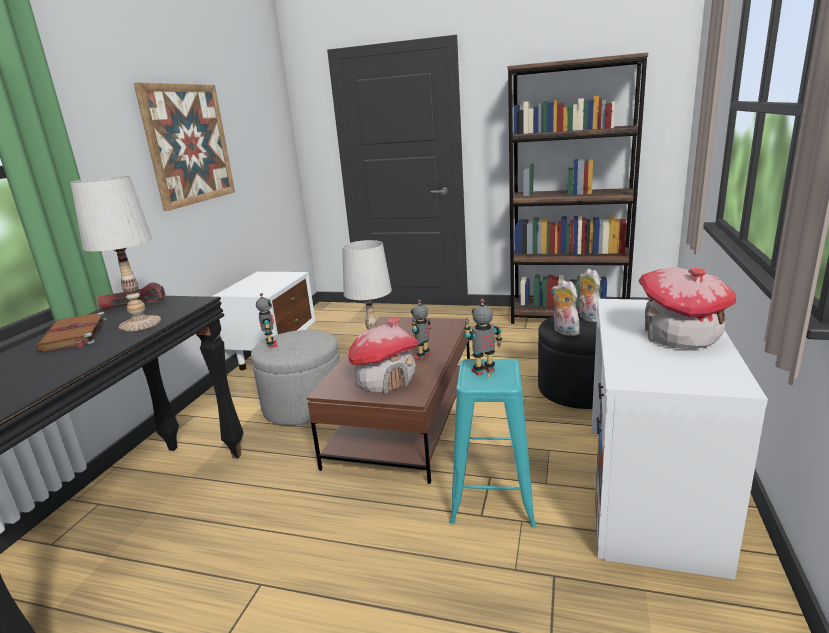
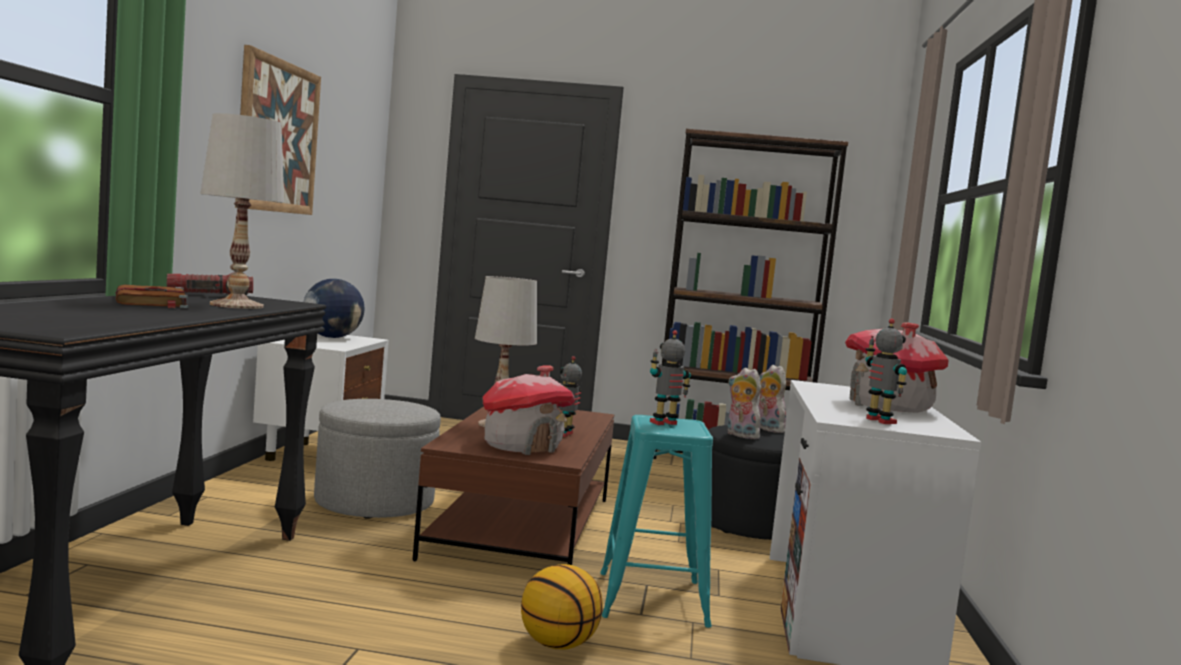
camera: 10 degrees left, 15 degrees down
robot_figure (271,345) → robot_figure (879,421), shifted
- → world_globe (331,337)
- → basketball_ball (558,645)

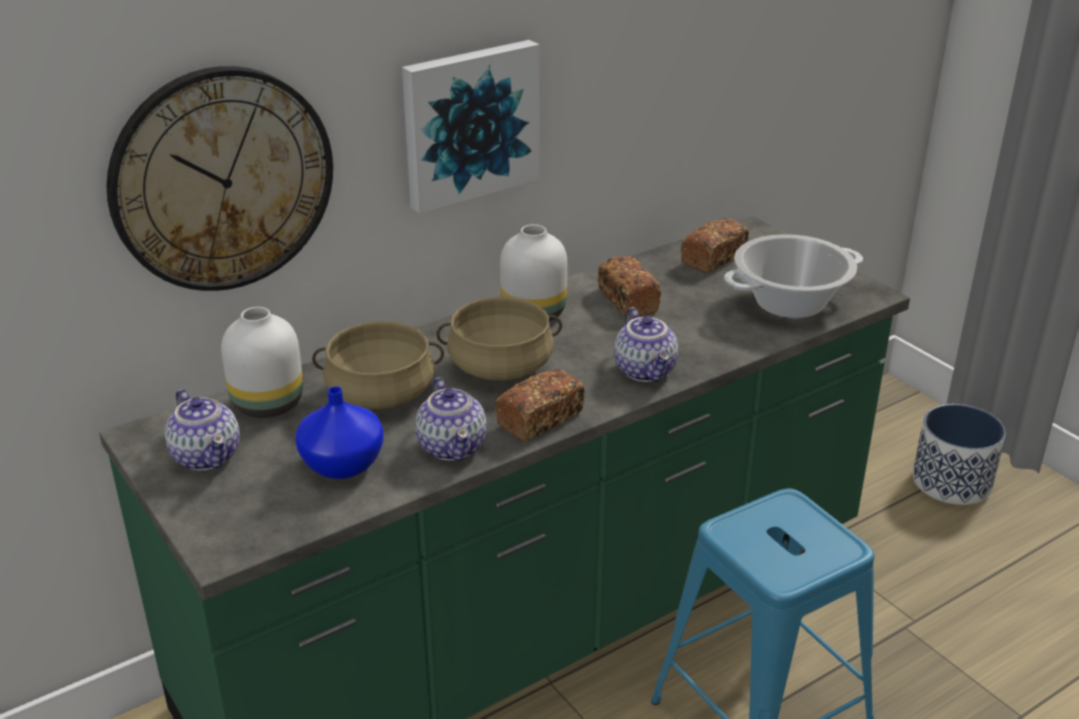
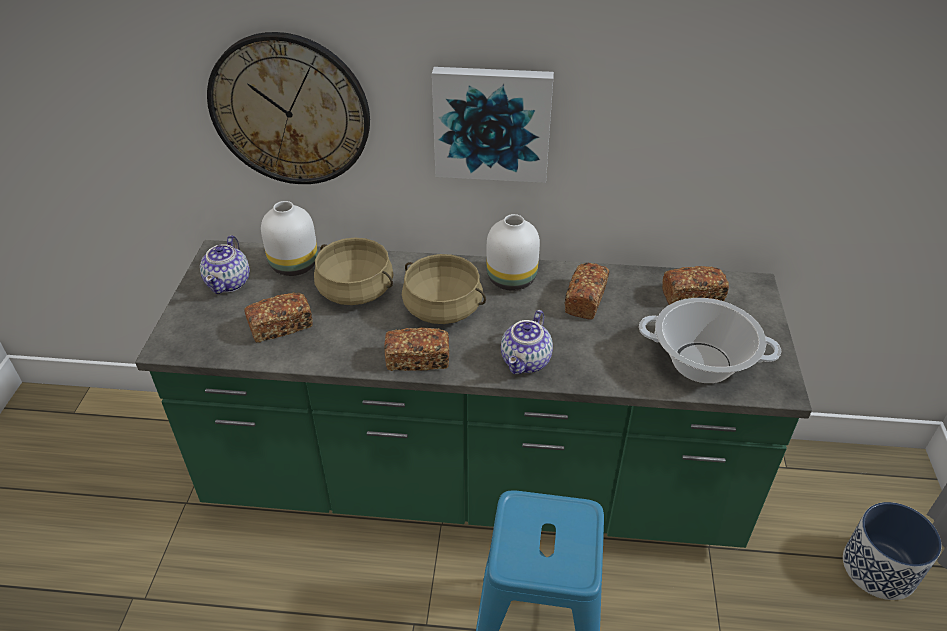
camera: 40 degrees right, 10 degrees up
blue_flower_vase (342,464) → baked_bread (281,326)
teapot (452,446) → -

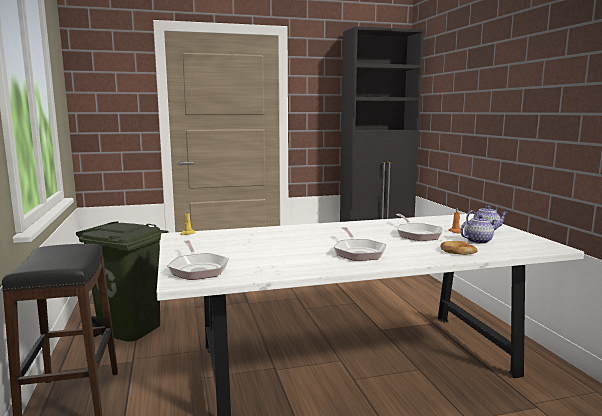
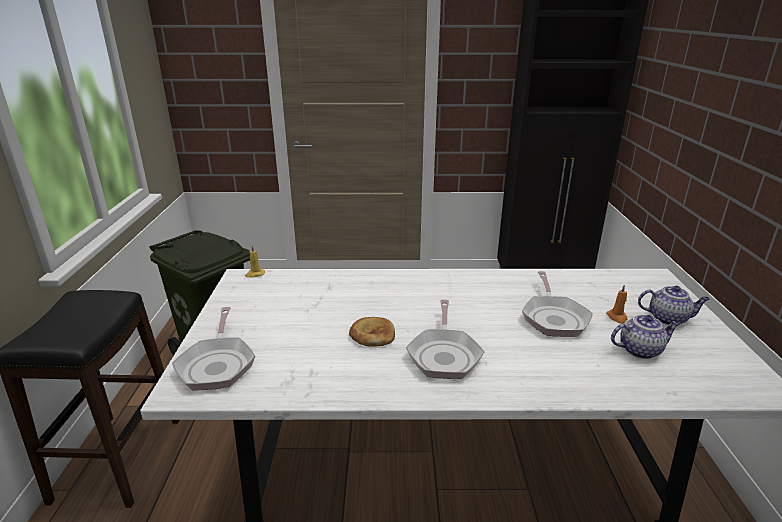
camera: 15 degrees right, 15 degrees up
baked_bread (457,251) → baked_bread (372,335), shifted

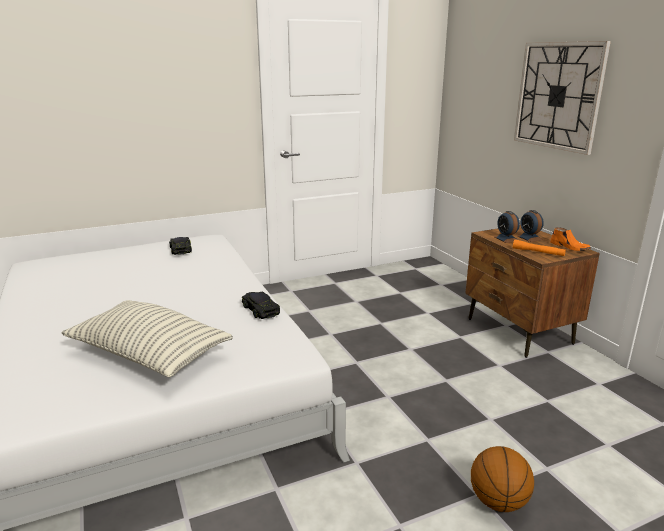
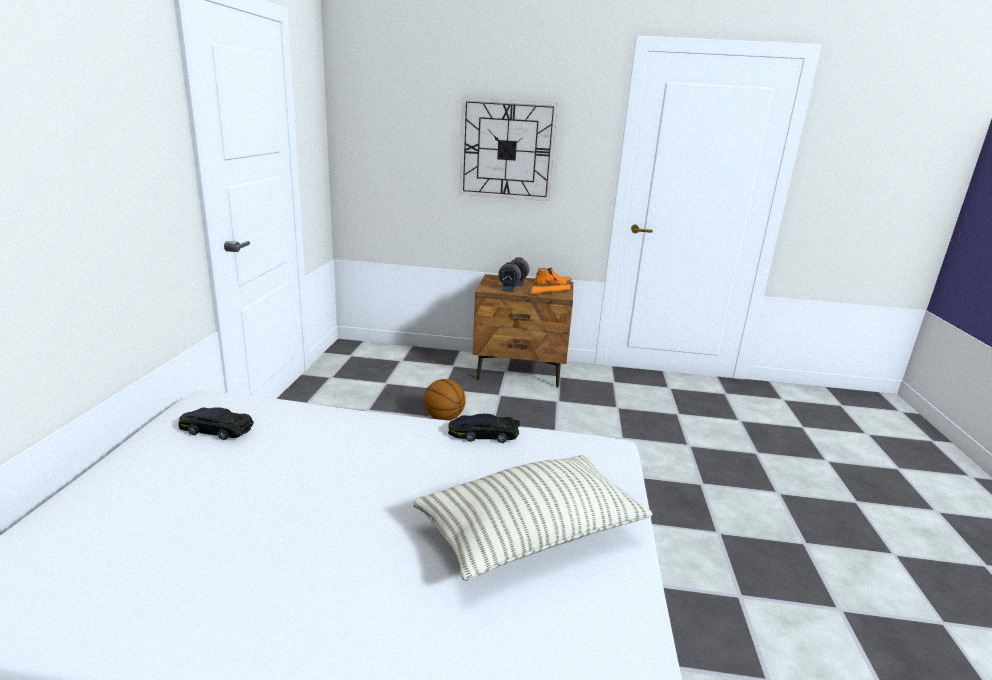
camera: 60 degrees left, 0 degrees up
basketball_ball (498,501) → basketball_ball (444,418), shifted

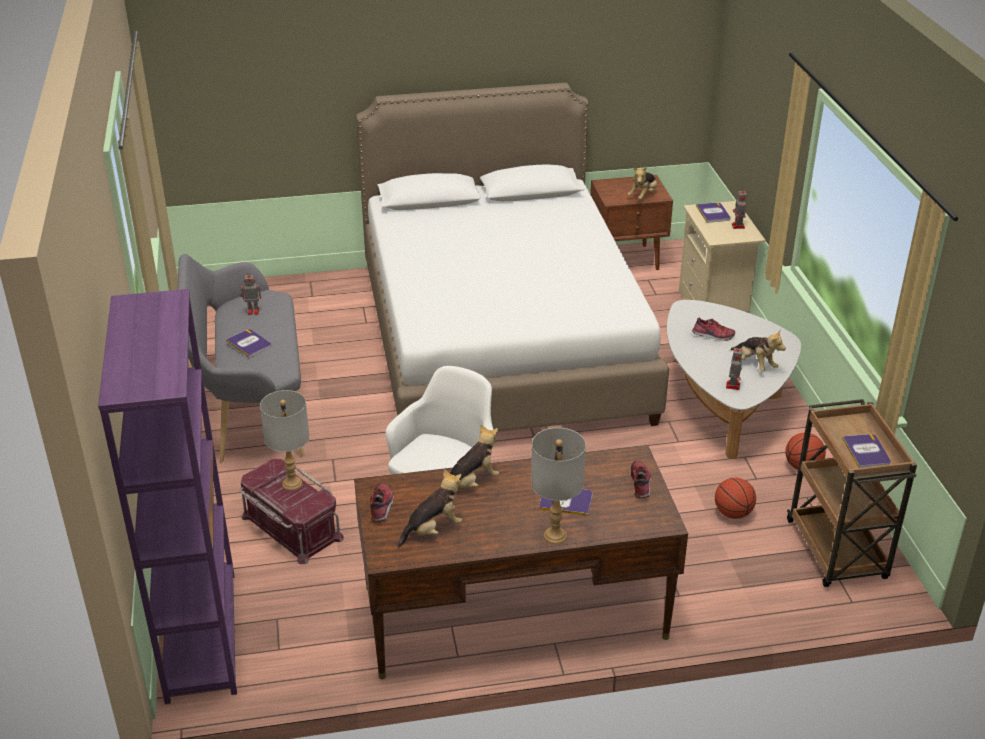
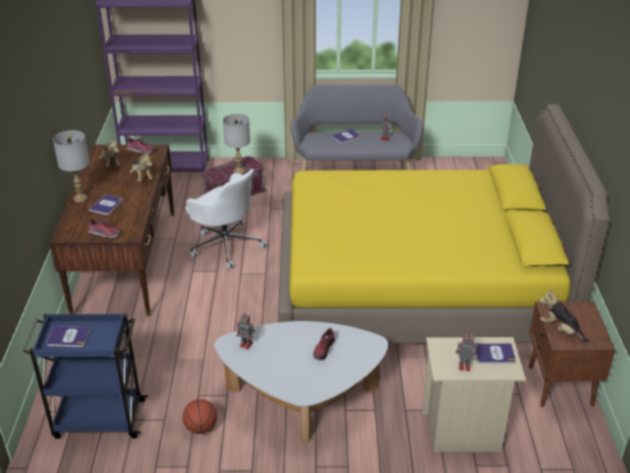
camera: 100 degrees right, 0 degrees up
white-coloured_bedroom_bed (501,341) → yellow-coloured_bedroom_bed (417,288)
basketball_ball (733,513) → -
plush_toy (755,364) → -
brown-coloured_cart (837,551) → blue_cart (98,419)

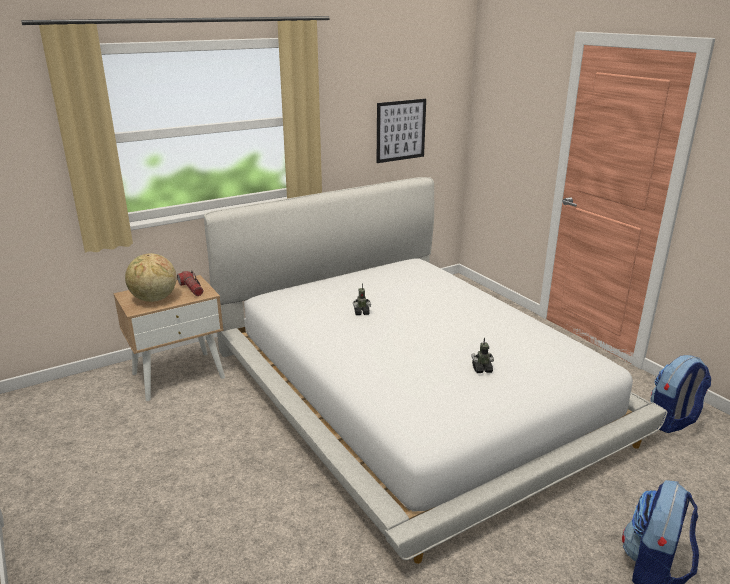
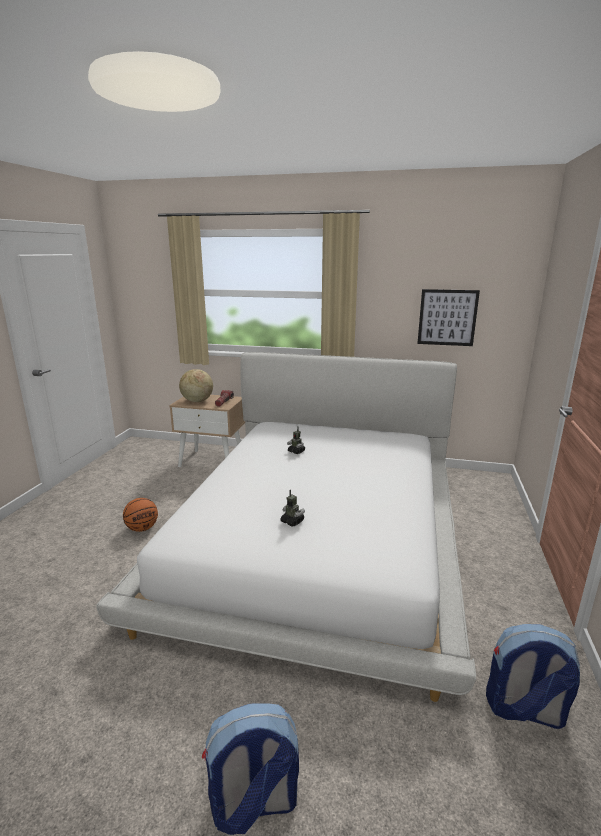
camera: 45 degrees right, 5 degrees down
- → basketball_ball (142,528)

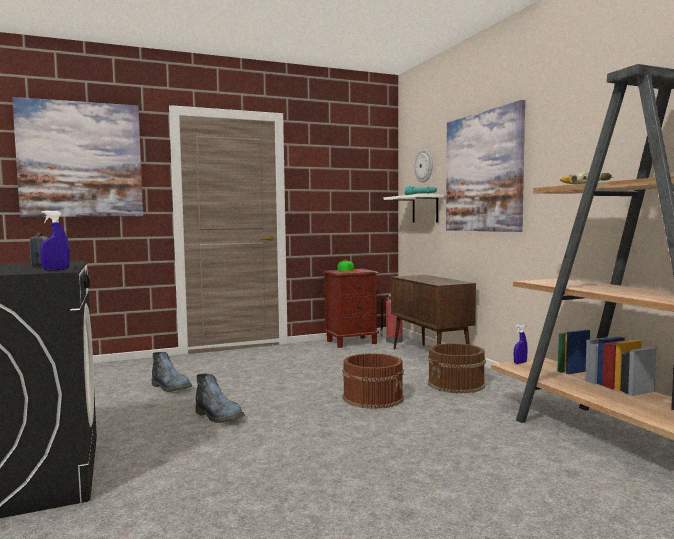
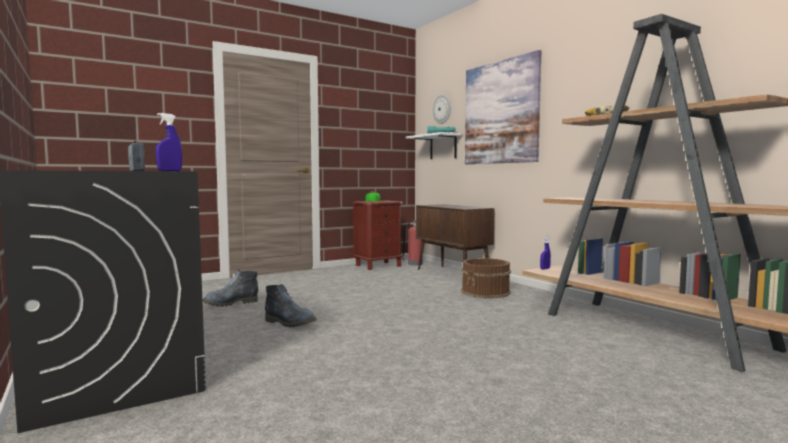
camera: 10 degrees left, 0 degrees up
wall_picture (81,160) → -
high-top_boot (171,387) → high-top_boot (230,303), 120 degrees clockwise
brown-coloured_pail (373,398) → -

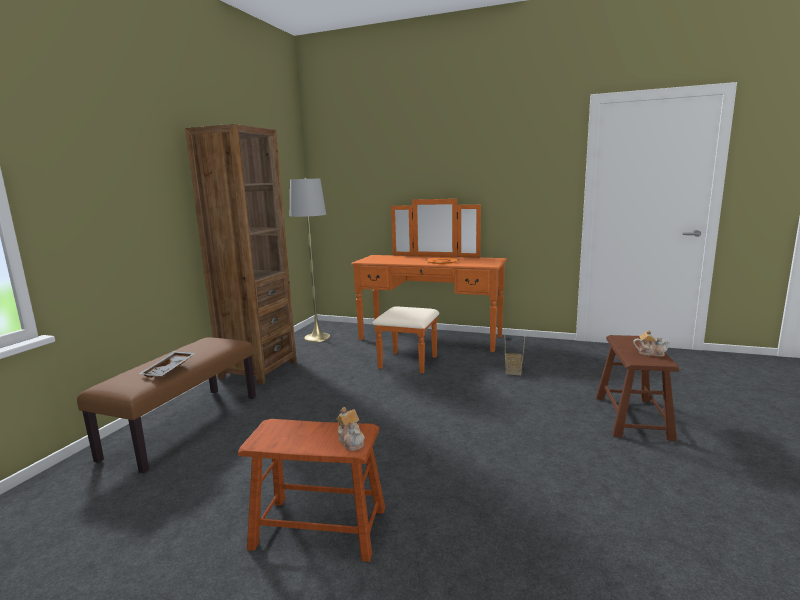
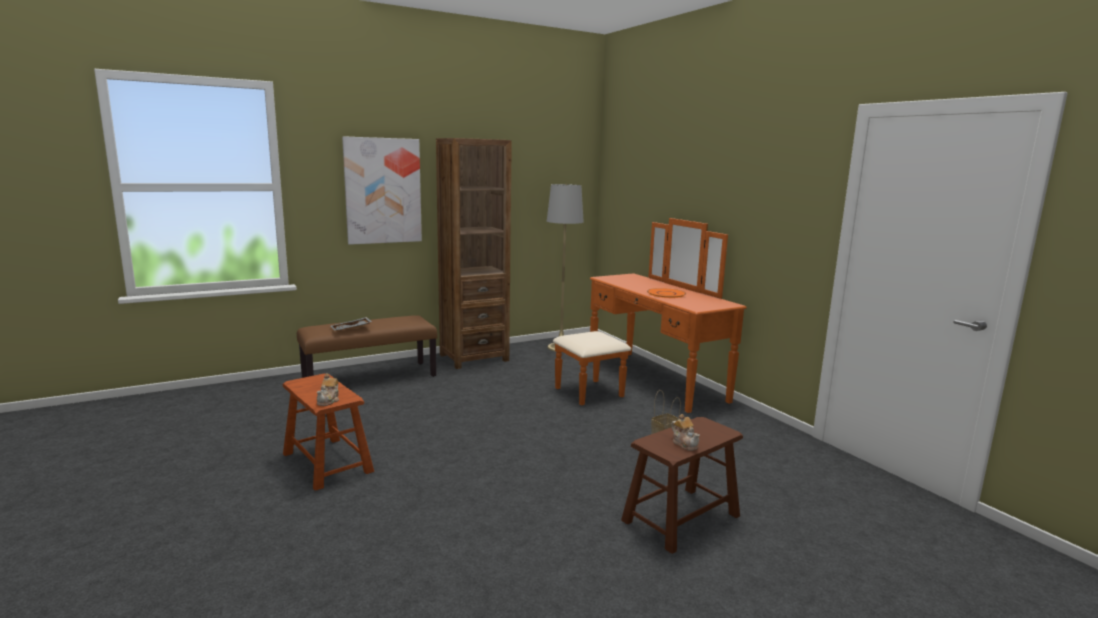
camera: 40 degrees right, 0 degrees up
- → wall_picture (383,191)

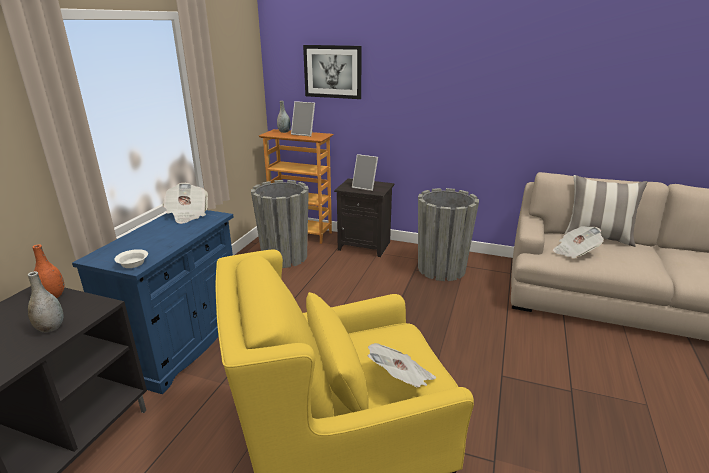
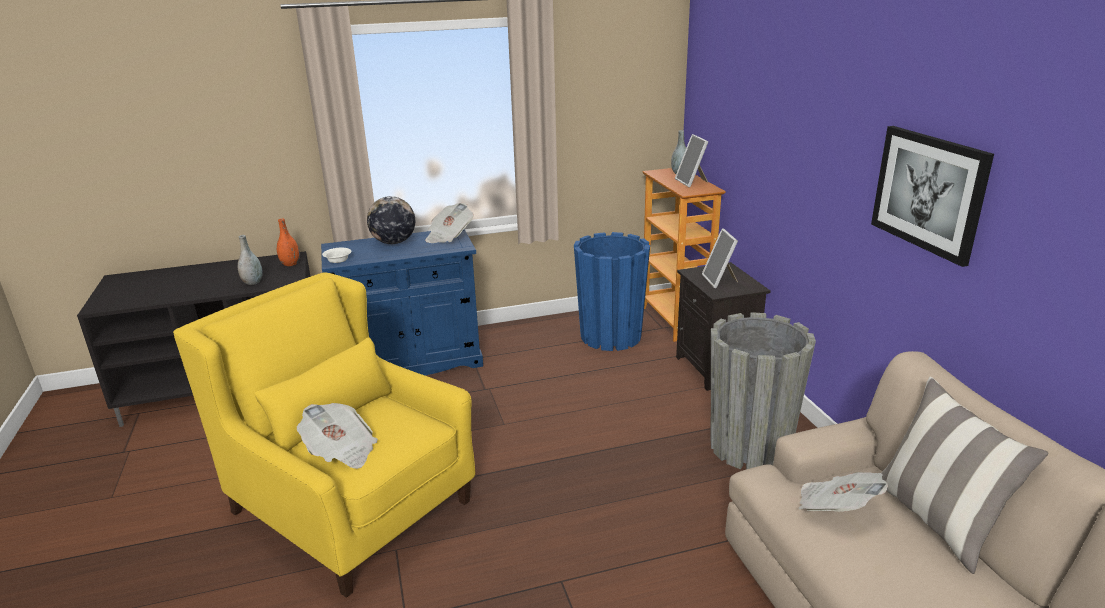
camera: 55 degrees right, 0 degrees up
gray_flower_pot (284,257) → blue_flower_pot (610,336)
wall_picture (332,71) → wall_picture (929,192), shifted
- → world_globe (394,242)

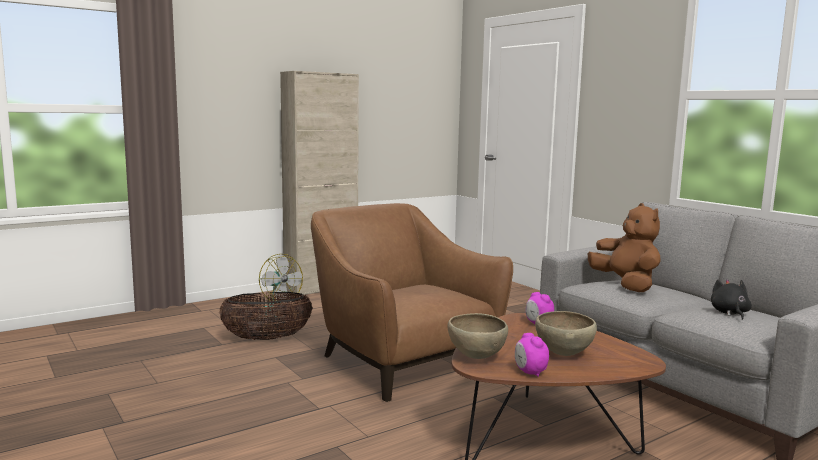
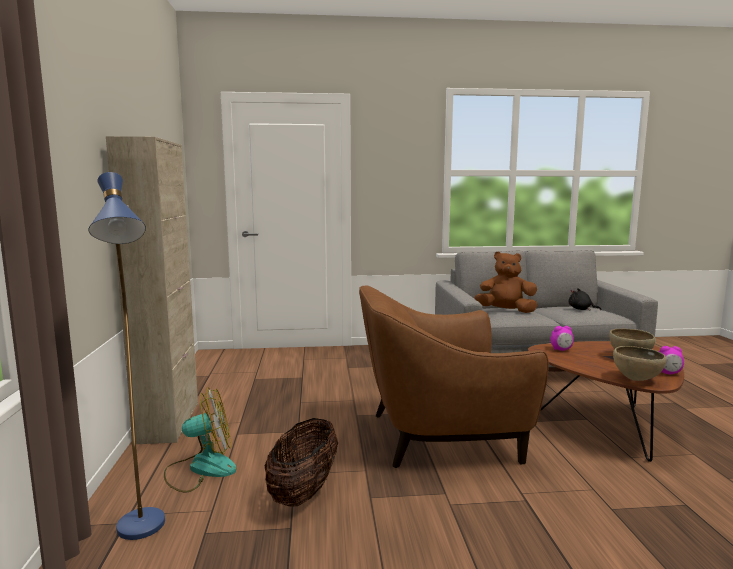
camera: 60 degrees left, 0 degrees up
- → blue_floor_lamp (144,535)

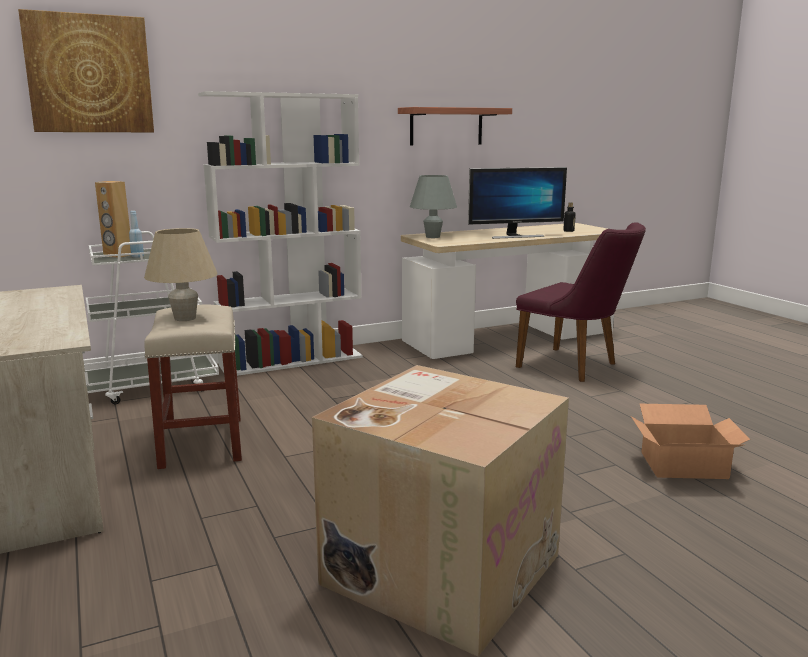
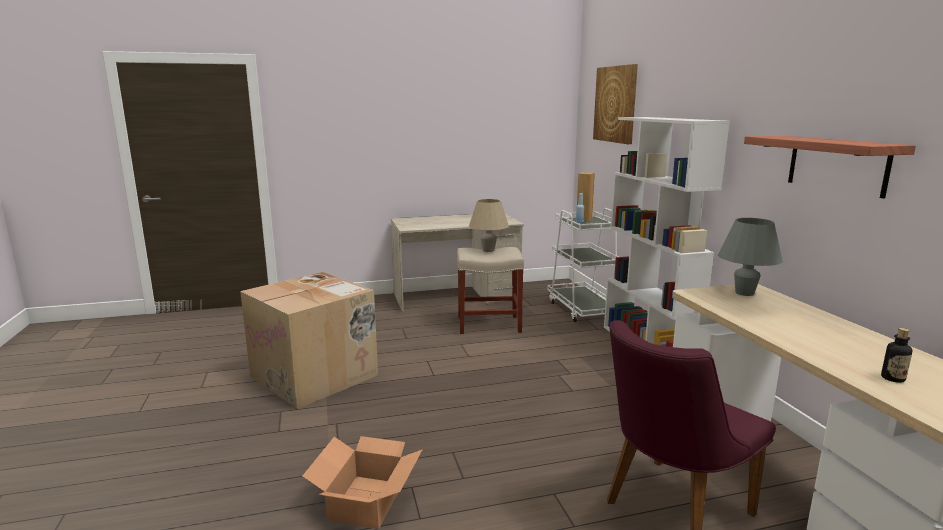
camera: 100 degrees right, 0 degrees up
monitor (515,236) → -

